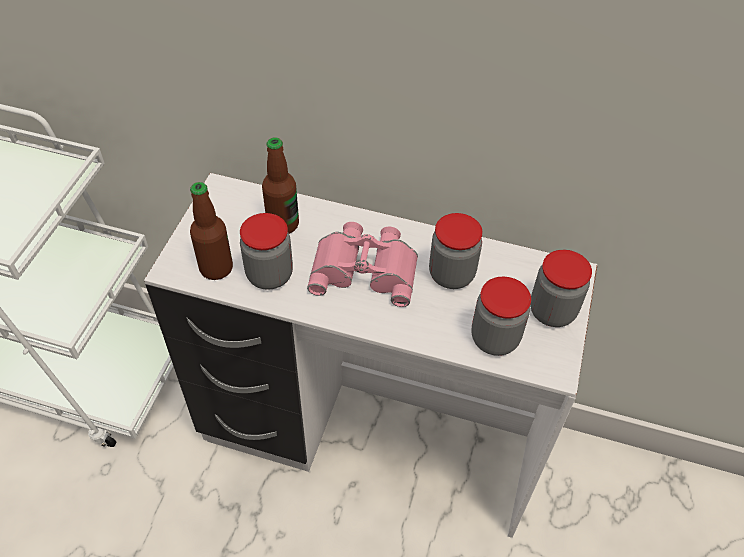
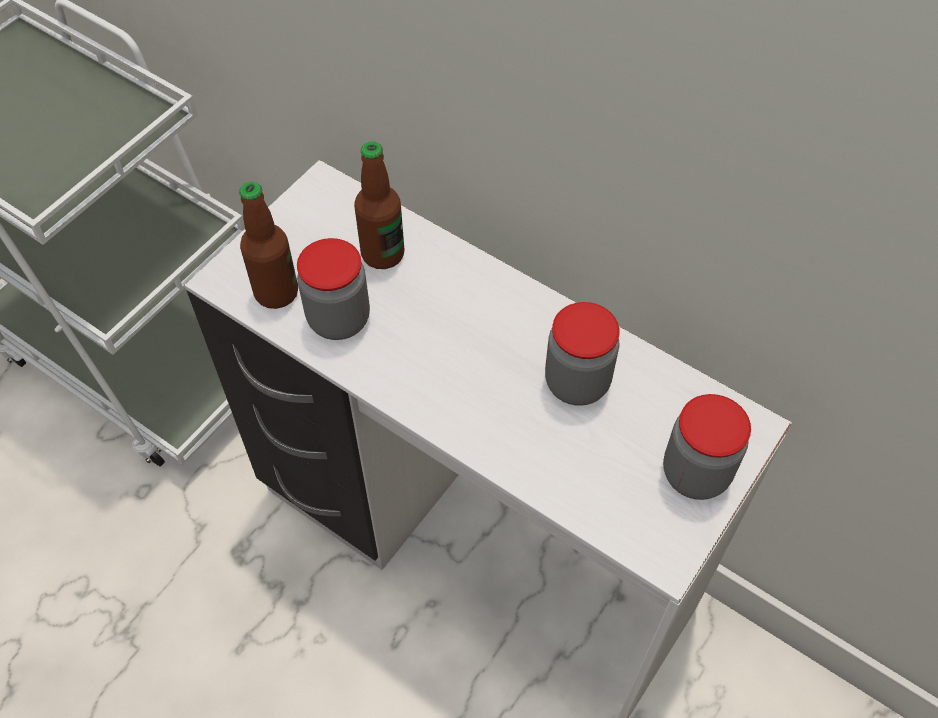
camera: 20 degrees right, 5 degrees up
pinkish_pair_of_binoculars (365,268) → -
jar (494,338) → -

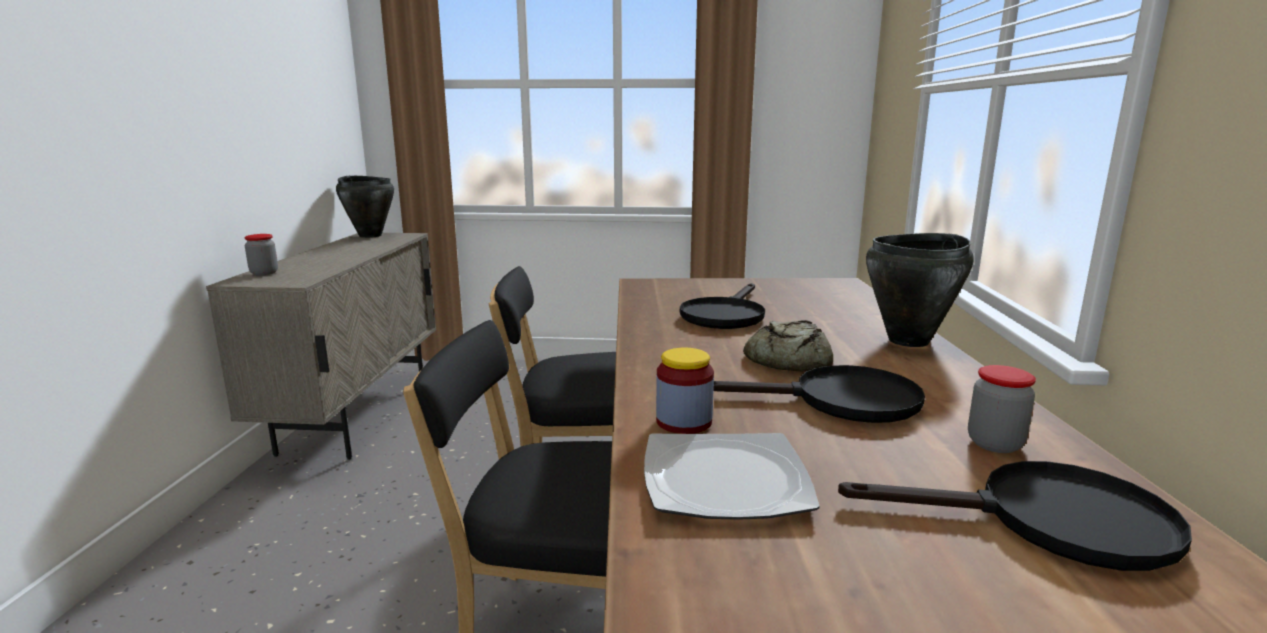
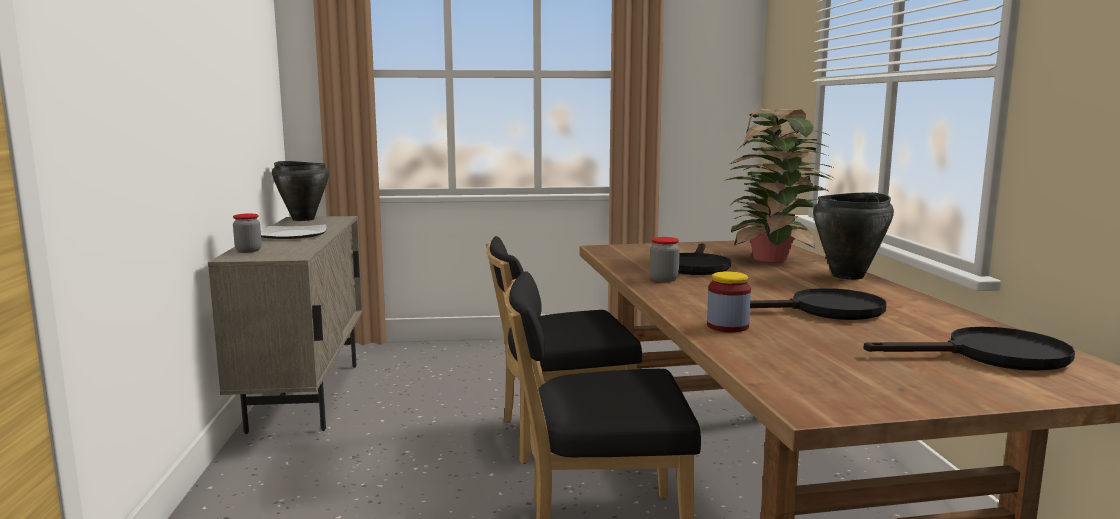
camera: 10 degrees left, 5 degrees down
flat_dish (723,479) → flat_dish (293,235), shifted
baked_bread (786,360) → -
jar (994,444) → jar (664,279), shifted
- → houseplant (772,258)

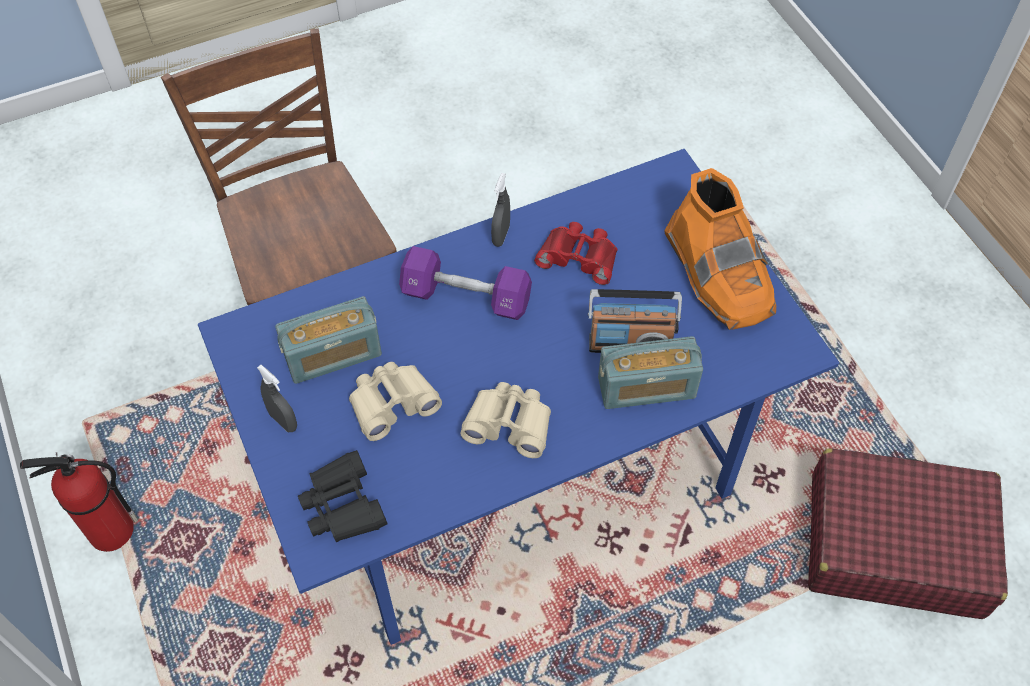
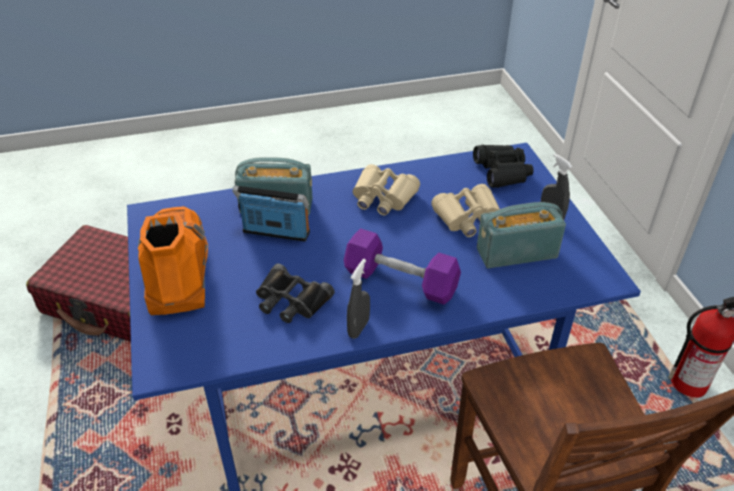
camera: 170 degrees left, 15 degrees down
reddish_pair_of_binoculars (579,256) → black-coloured_pair_of_binoculars (291,300)

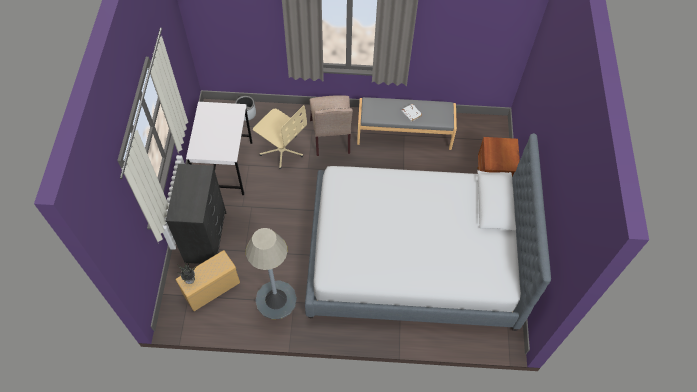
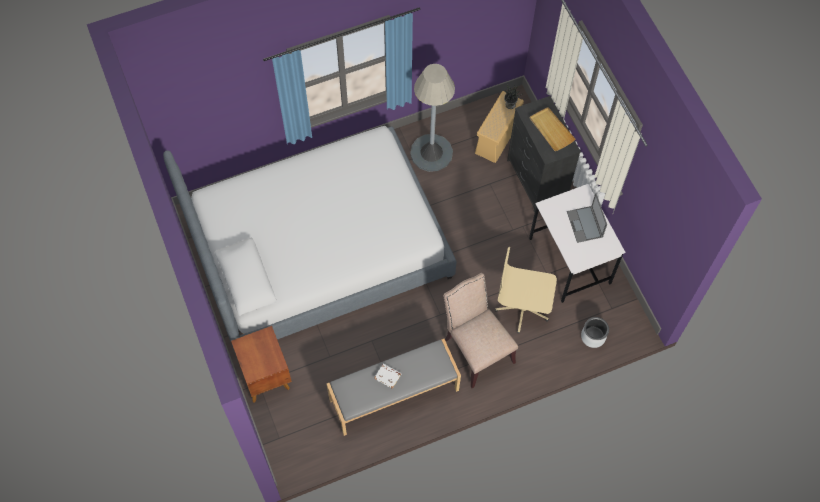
camera: 155 degrees right, 5 degrees up
- → beige-coloured_carrying_tray (551,130)
- → laptop (585,225)

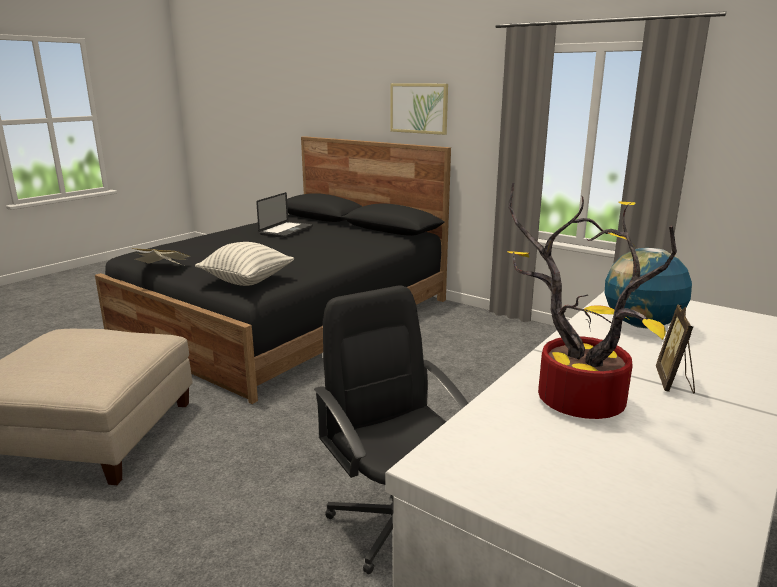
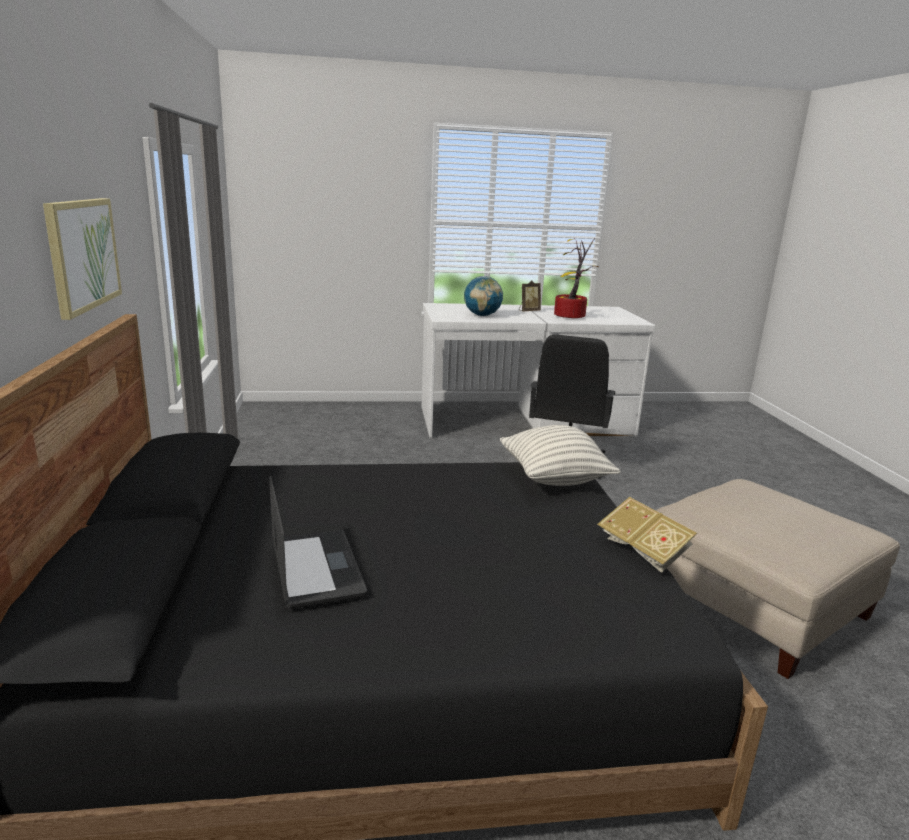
camera: 135 degrees left, 0 degrees up
laptop (286,231) → laptop (317,569), 90 degrees clockwise

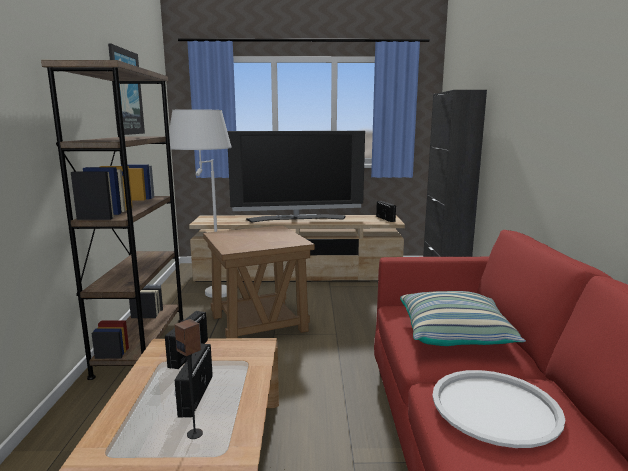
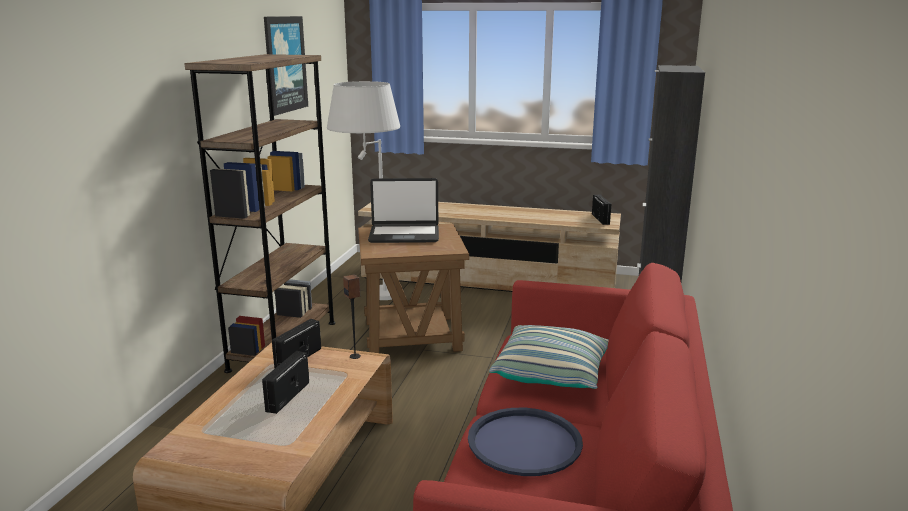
camera: 15 degrees right, 5 degrees up
speaker (195,433) → speaker (355,356), shifted
TV (297,219) → -
white-coloured_carrying_tray (495,408) → blue_carrying_tray (524,442)
- → laptop (404,235)

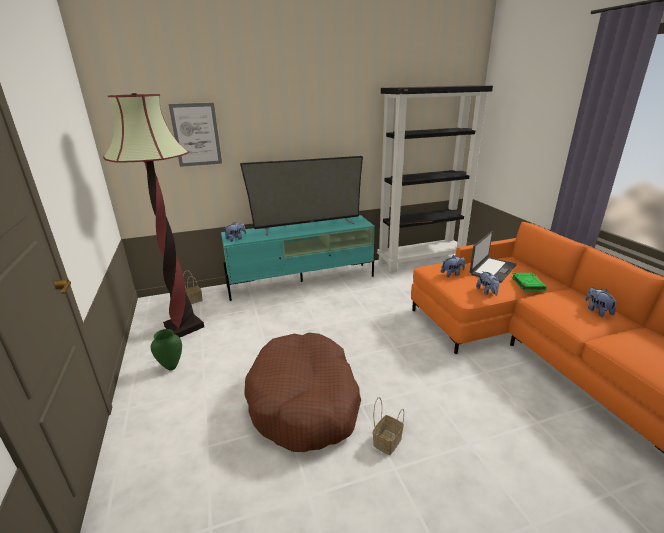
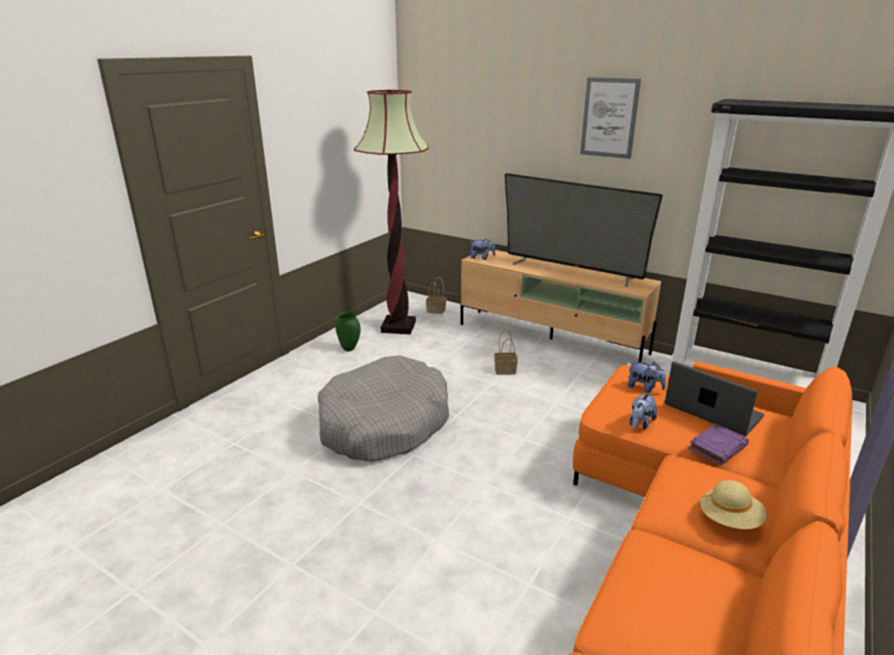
camera: 50 degrees right, 0 degrees up
wall_picture (196,135) → wall_picture (609,118), shifted
turquoise_media_console (302,281) → beige-coloured_media_console (552,339)
brown-coloured_pet_bed (305,401) → gray_pet_bed (384,424)
storage_basket (387,441) → storage_basket (505,370), shifted
laptop (492,269) → laptop (712,411), 135 degrees counterclockwise
greenish_bound_book (527,284) → purplish_bound_book (717,447)
plush_toy (597,311) → beige-coloured_clothing_hat (729,519)

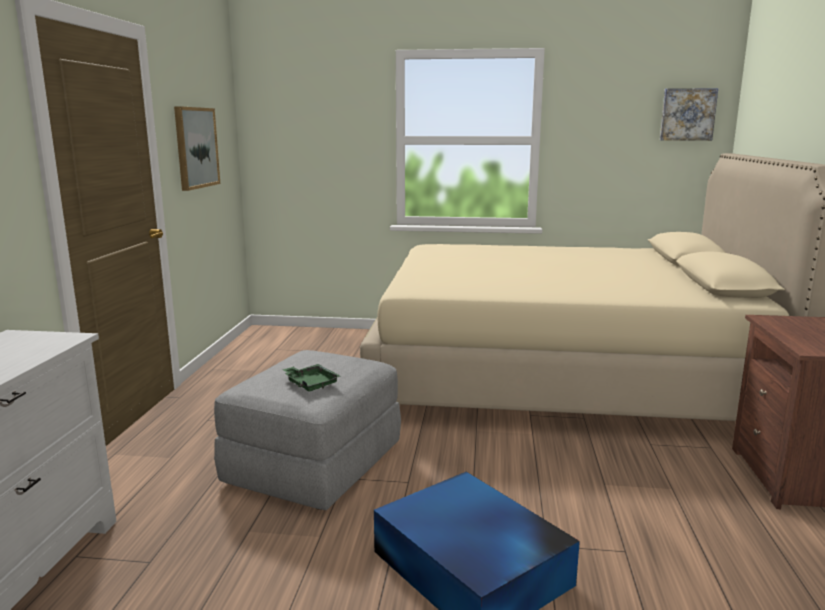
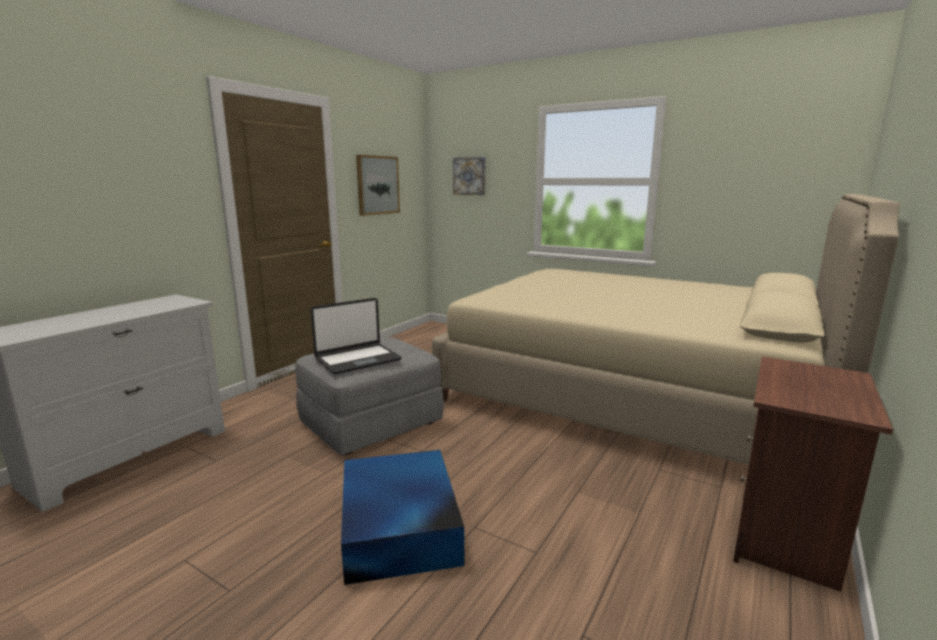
camera: 25 degrees right, 0 degrees up
greenish_carrying_tray (311,384) → laptop (357,359)
wall_picture (687,114) → wall_picture (470,176), shifted

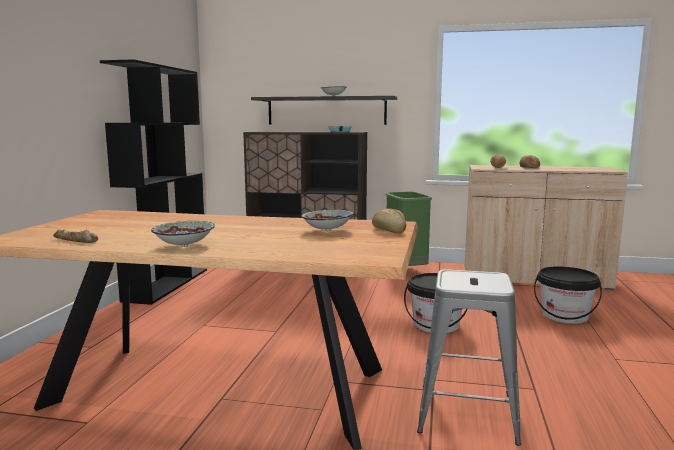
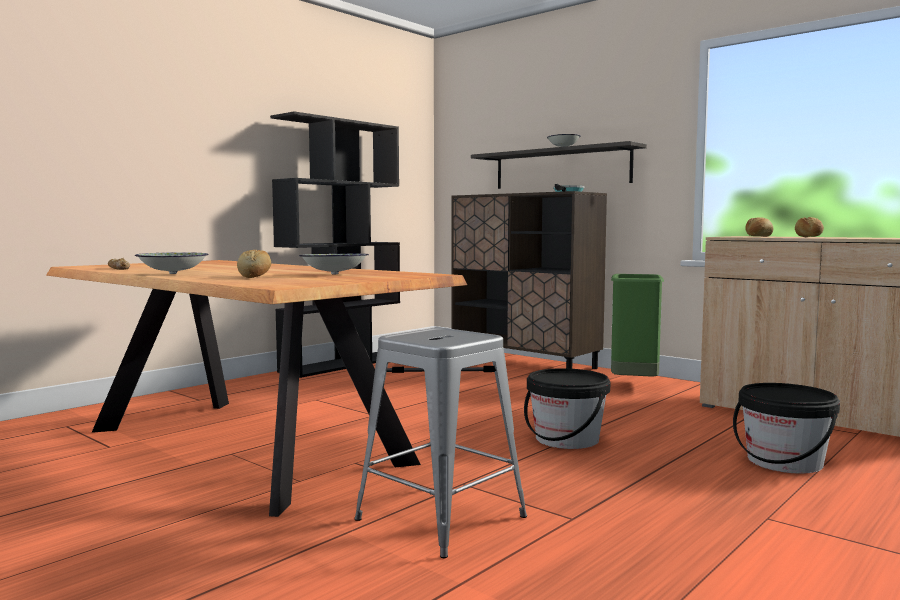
camera: 30 degrees right, 5 degrees down
baked_bread (389,230) → baked_bread (254,276), shifted

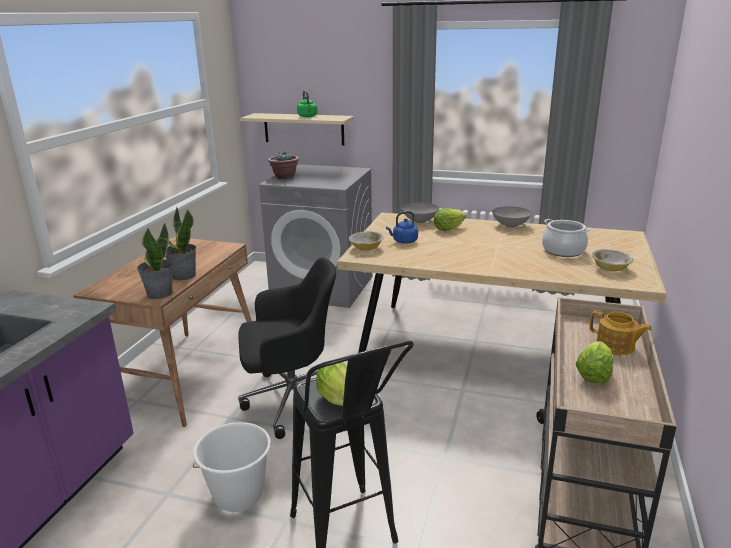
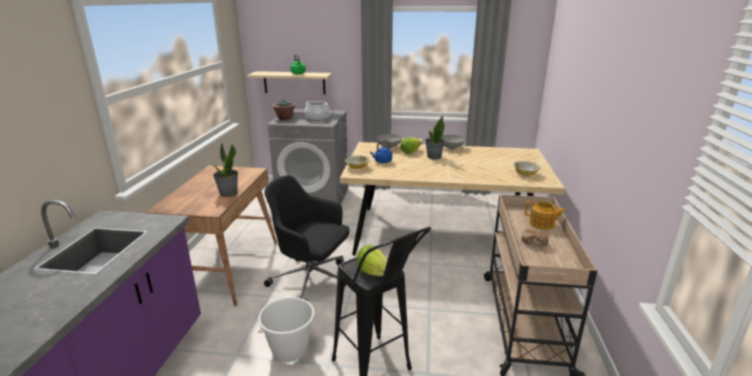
camera: 10 degrees left, 0 degrees up
houseplant (159,293) → houseplant (433,157), shifted
black-coloured_desk_chair (291,400) → black-coloured_desk_chair (311,280), 135 degrees counterclockwise
saucepot (563,251) → saucepot (317,118), shifted
lettuce (593,375) → baked_bread (534,243)

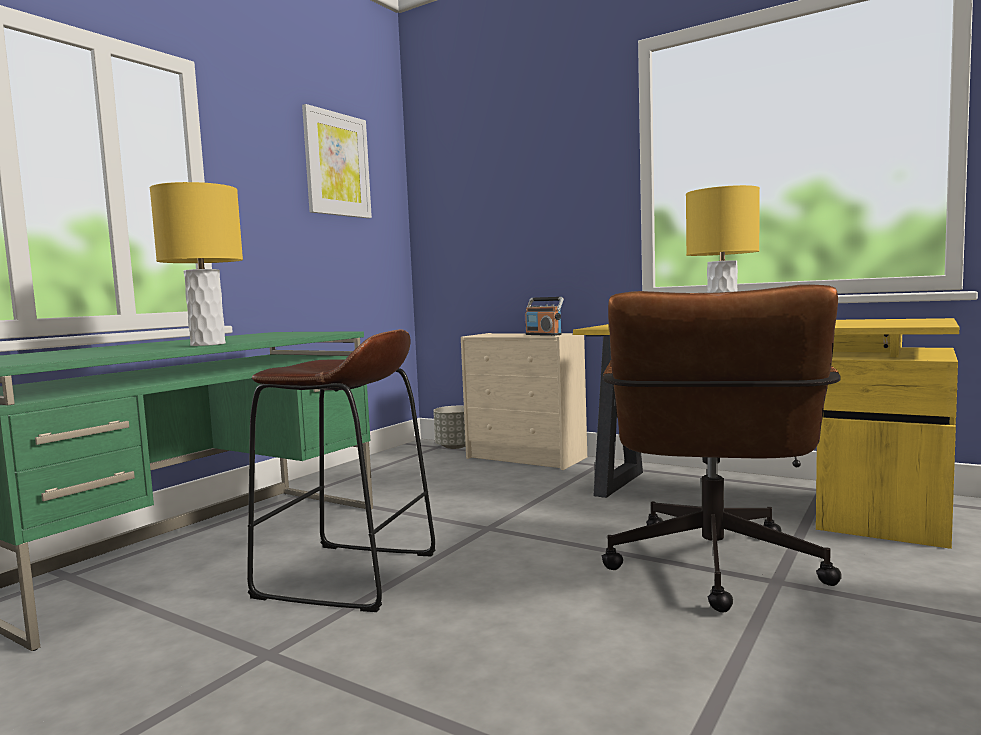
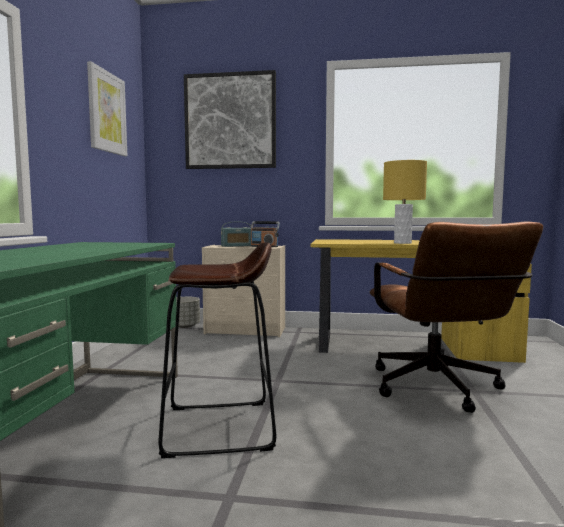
camera: 25 degrees left, 0 degrees up
yellow-coloured_table_lamp (208,344) → -
- → wall_picture (230,121)
- → radio_receiver (237,246)

